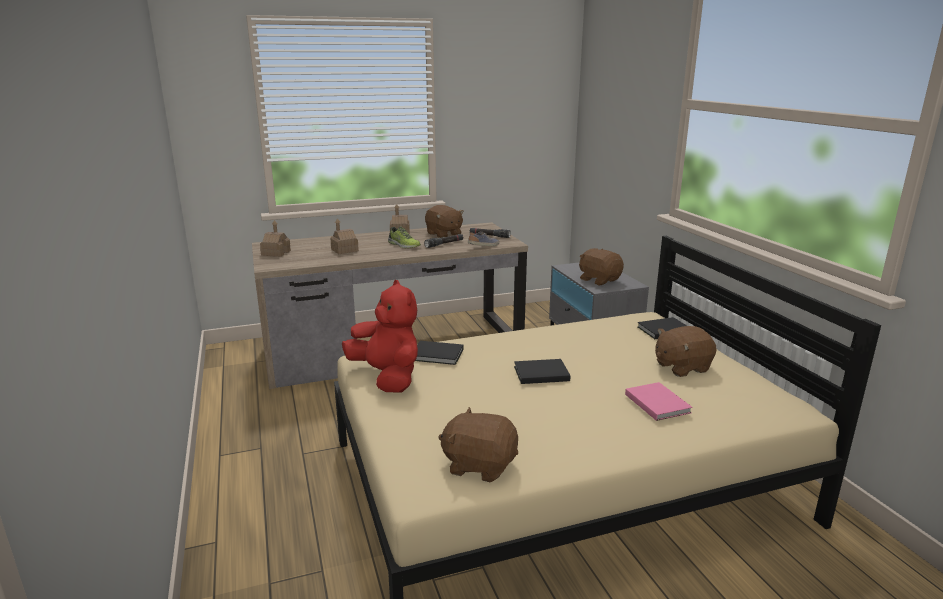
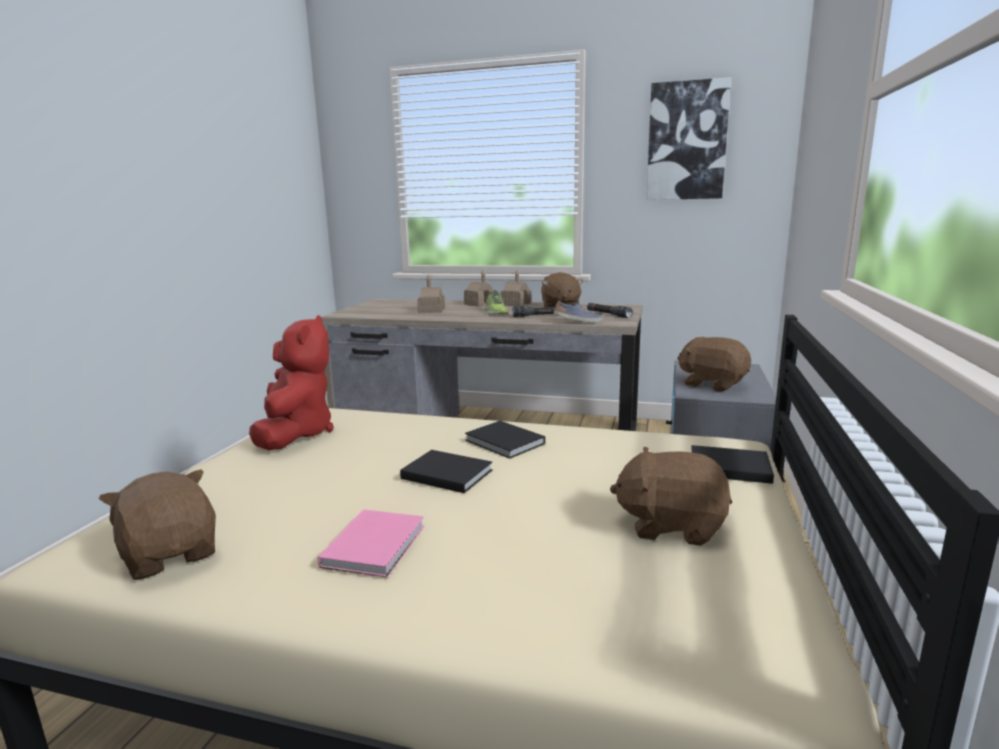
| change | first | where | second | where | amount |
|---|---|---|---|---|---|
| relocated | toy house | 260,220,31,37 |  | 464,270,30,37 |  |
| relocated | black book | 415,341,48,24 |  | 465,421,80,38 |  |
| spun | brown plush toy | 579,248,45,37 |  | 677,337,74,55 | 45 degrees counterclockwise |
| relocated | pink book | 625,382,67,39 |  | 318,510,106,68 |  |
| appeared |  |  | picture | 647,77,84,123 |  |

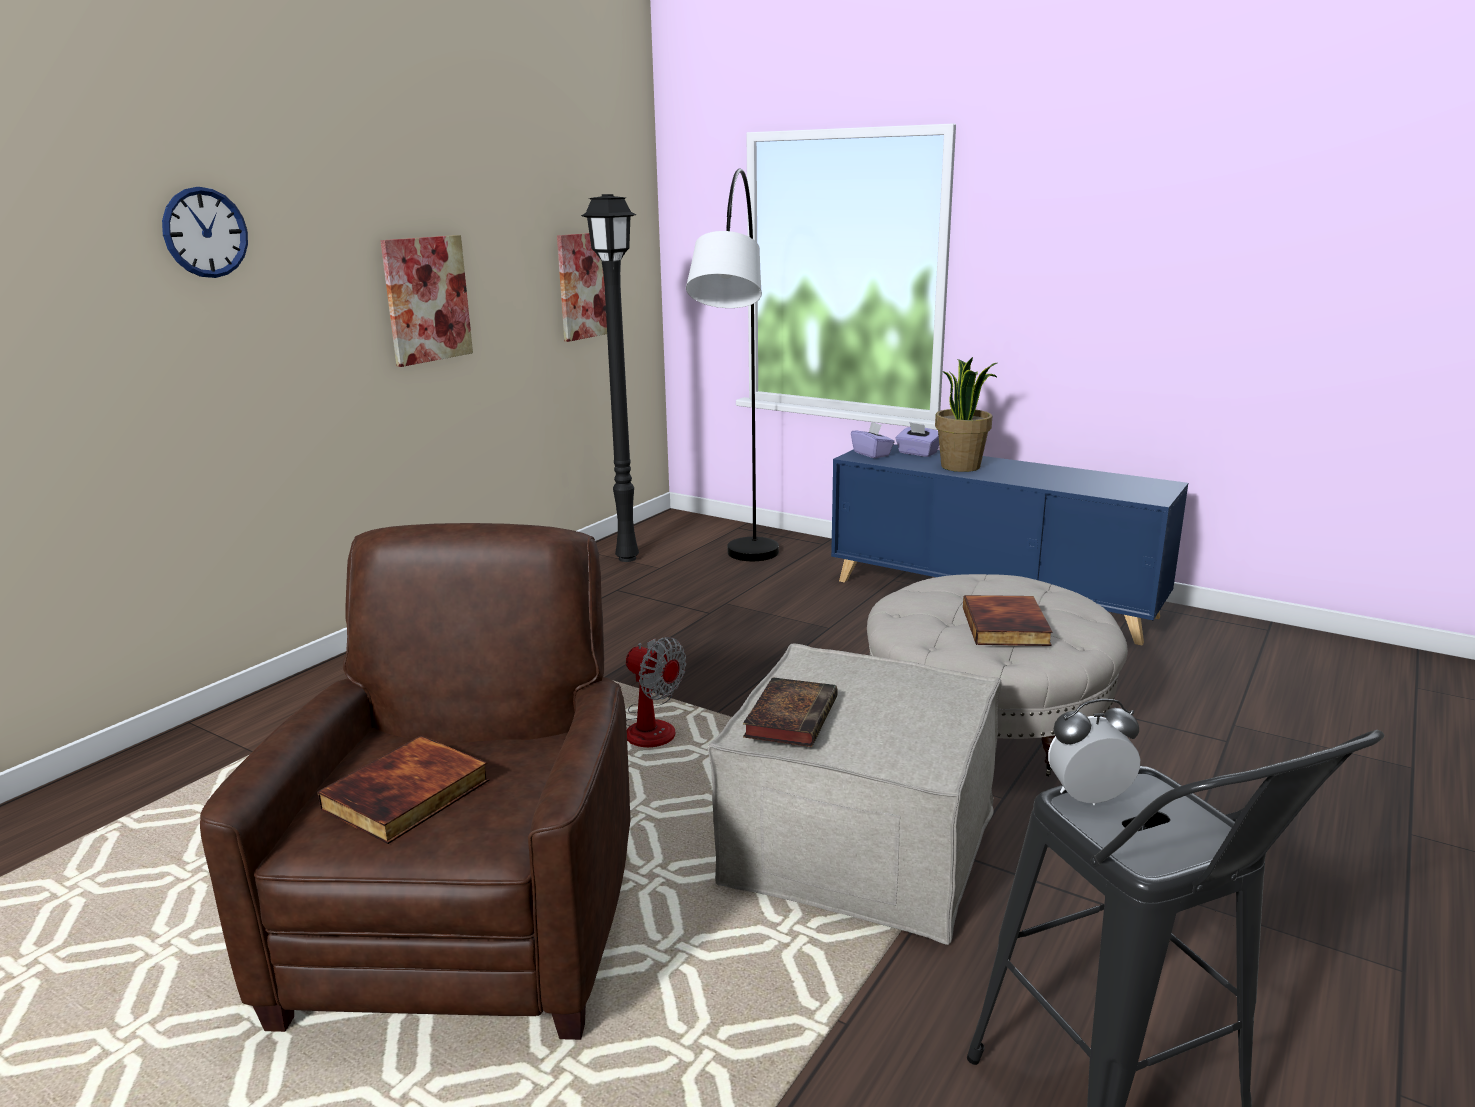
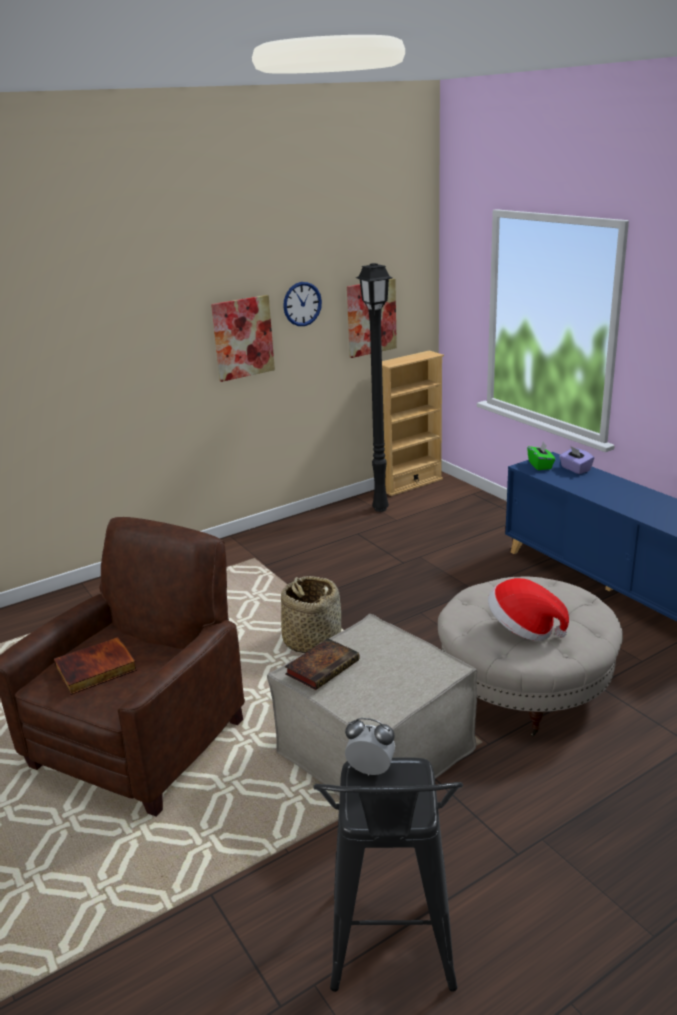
| change | first | where | second | where | amount |
|---|---|---|---|---|---|
| relocated | wall clock | 162,187,86,91 |  | 283,282,39,44 |  |
| exchanged | fan | 626,637,60,110 | basket | 281,576,60,77 |  |
| missing | grey floor lamp | 686,169,93,392 |  |  |  |
| colour | purple tissue box | 851,422,44,36 | green tissue box | 527,442,28,28 |  |
| missing | potted plant | 935,357,62,115 |  |  |  |
| exchanged | book | 963,595,90,51 | hat | 488,578,81,63 |  |
| appeared |  |  | beige bookcase | 382,351,62,145 |  |

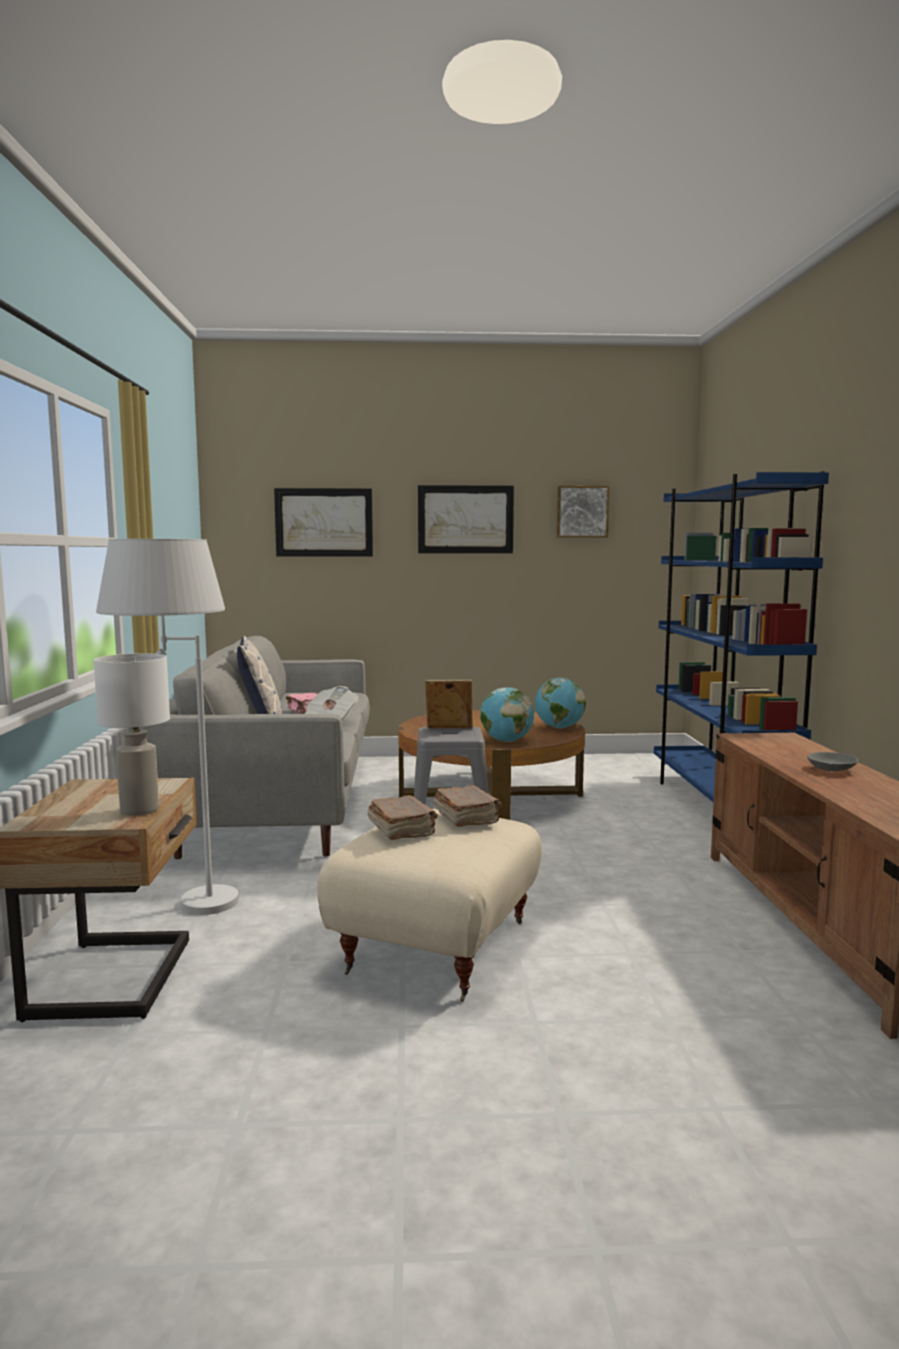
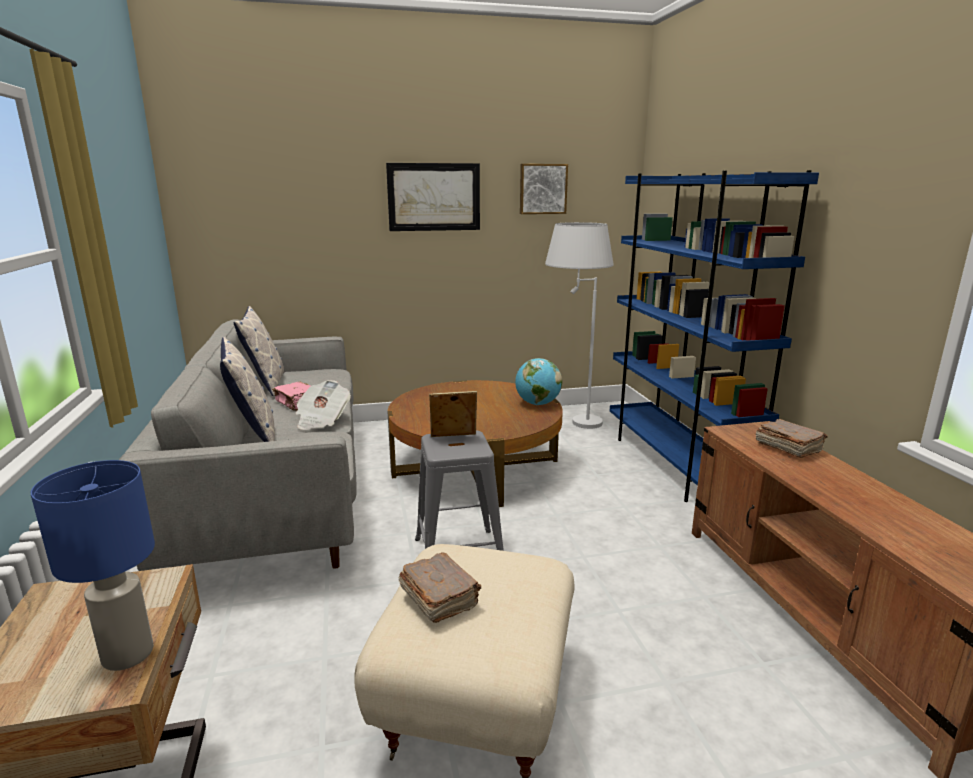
| change | first | where | second | where | amount |
|---|---|---|---|---|---|
| colour | white table lamp | 94,653,76,162 | blue table lamp | 31,460,124,211 |  |
| relocated | white floor lamp | 96,539,143,376 |  | 545,222,69,207 |  |
| missing | picture | 274,488,99,69 |  |  |  |
| relocated | brown book | 433,785,69,42 |  | 756,419,72,39 |  |
| missing | globe | 480,687,54,55 |  |  |  |
| missing | grey bowl | 807,752,51,19 |  |  |  |
| appeared |  |  | pillow | 234,306,51,90 |  |

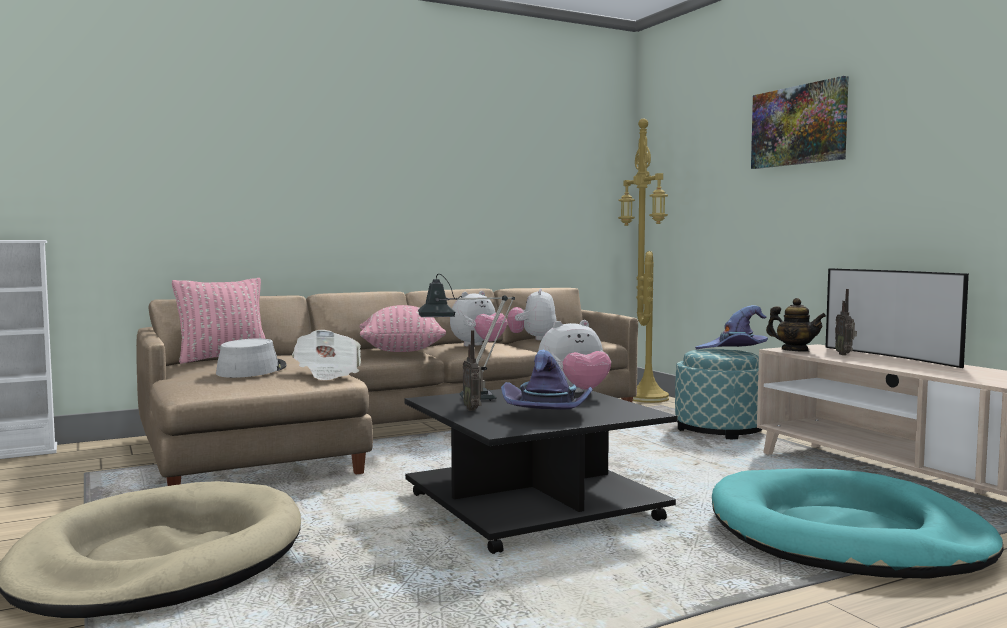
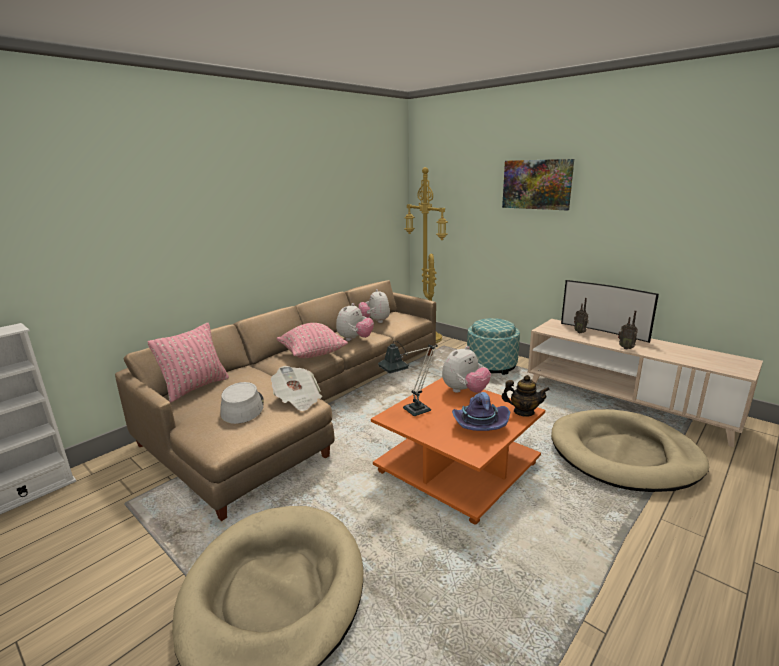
| change | first | where | second | where | amount |
|---|---|---|---|---|---|
| colour | black coffee table | 405,387,272,167 | orange coffee table | 371,378,174,147 |  |
| relocated | radio | 463,330,22,81 |  | 618,310,20,40 |  |
| missing | purple hat | 695,305,73,44 |  |  |  |
| colour | turquoise dog bed | 712,469,292,110 | beige dog bed | 551,409,158,83 |  |
| relocated | teapot | 766,298,60,54 |  | 502,375,48,42 |  |

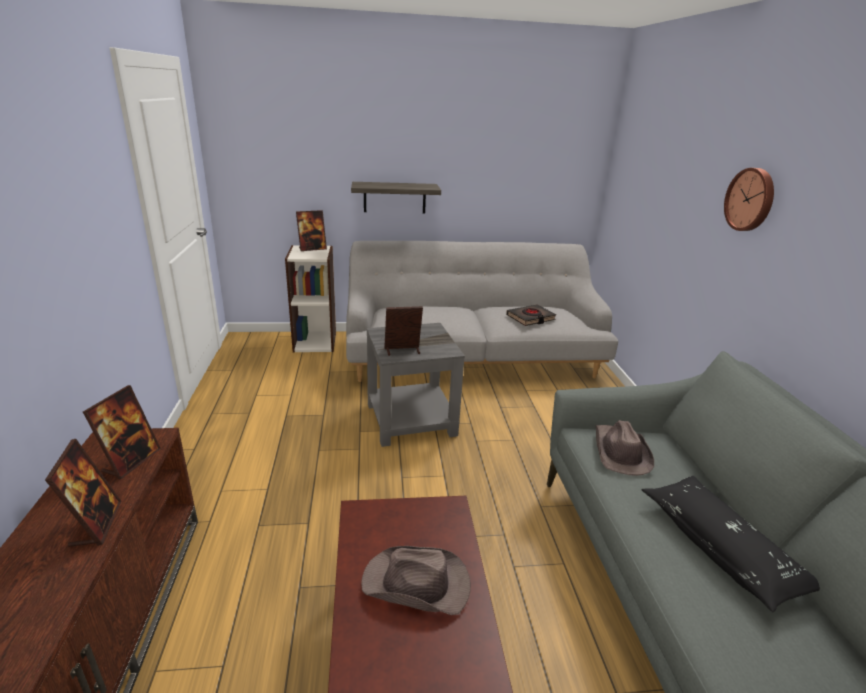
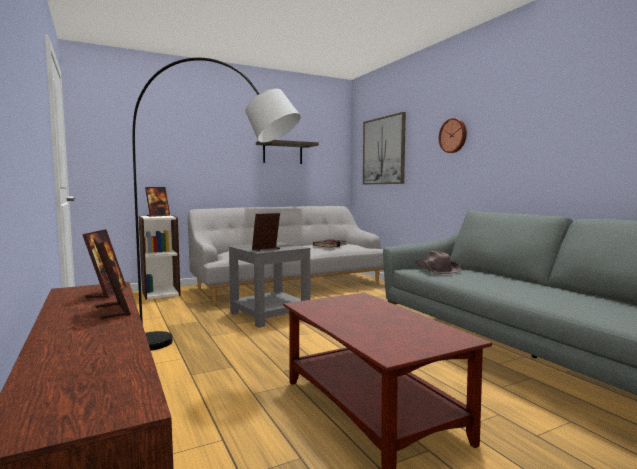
| change | first | where | second | where | amount |
|---|---|---|---|---|---|
| relocated | shelf | 351,182,90,32 |  | 256,140,63,24 |  |
| missing | brown hat | 361,546,110,69 |  |  |  |
| missing | black pillow | 641,476,179,136 |  |  |  |
| appeared |  |  | grey floor lamp | 133,58,168,292 |  |
| appeared |  |  | picture | 363,112,43,72 |  |

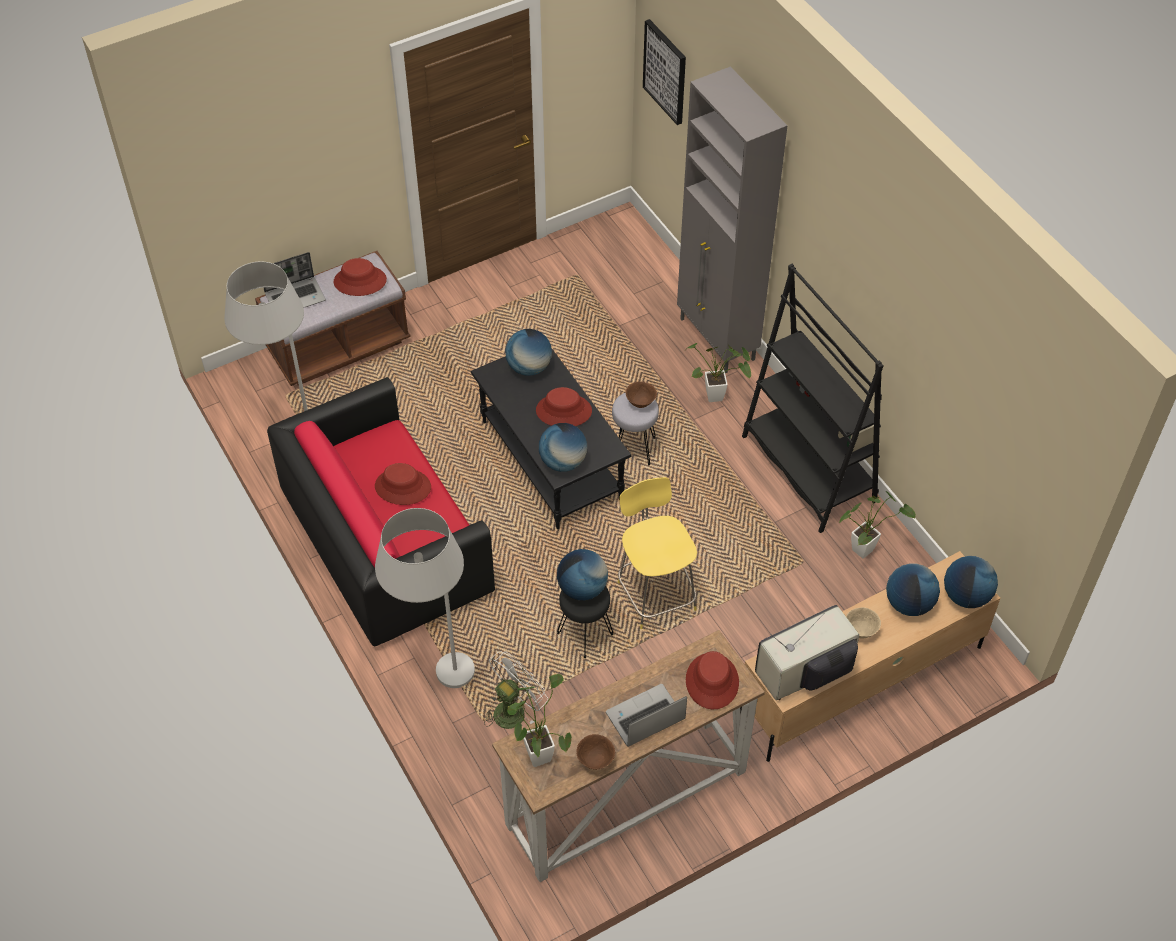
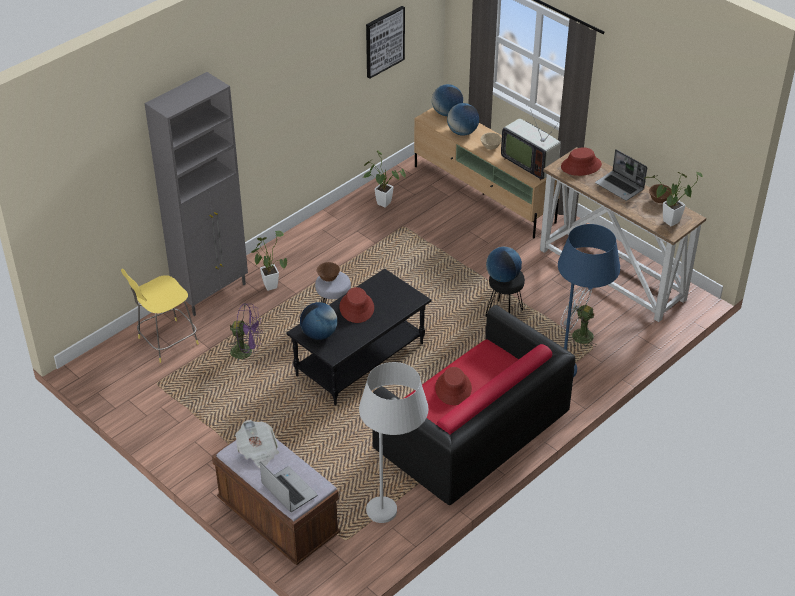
| change | first | where | second | where | amount |
|---|---|---|---|---|---|
| exchanged | red hat | 334,258,53,38 | newspaper | 235,420,44,48 |  |
| colour | white floor lamp | 375,508,100,180 | blue floor lamp | 558,224,62,153 |  |
| missing | globe | 539,423,48,49 |  |  |  |
| relocated | yellow stool | 617,477,80,152 |  | 121,269,78,94 |  |
| relocated | picture | 643,19,43,106 |  | 366,6,39,72 |  |
| missing | black bookcase | 742,264,141,269 |  |  |  |
| appeared |  |  | purple fan | 229,303,32,57 |  |

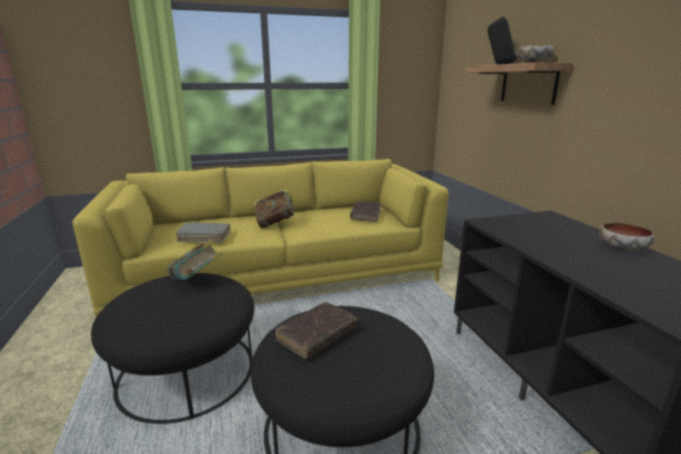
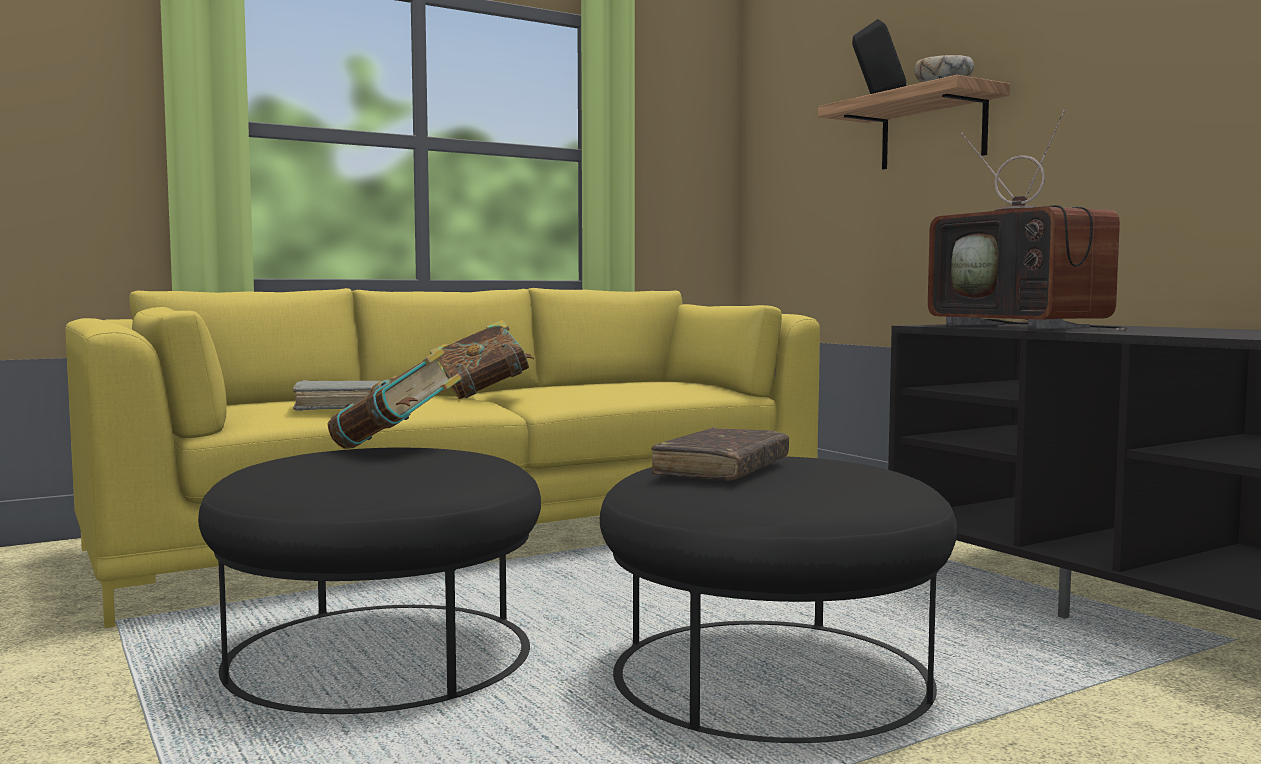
| change | first | where | second | where | amount |
|---|---|---|---|---|---|
| missing | brown book | 350,202,31,20 |  |  |  |
| missing | bowl | 599,223,55,28 |  |  |  |
| appeared |  |  | television | 928,110,199,221 |  |

